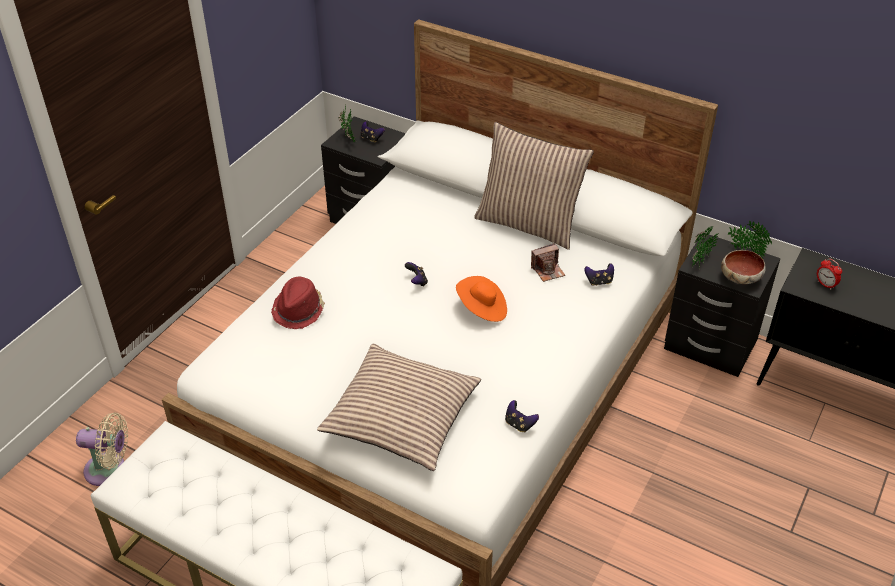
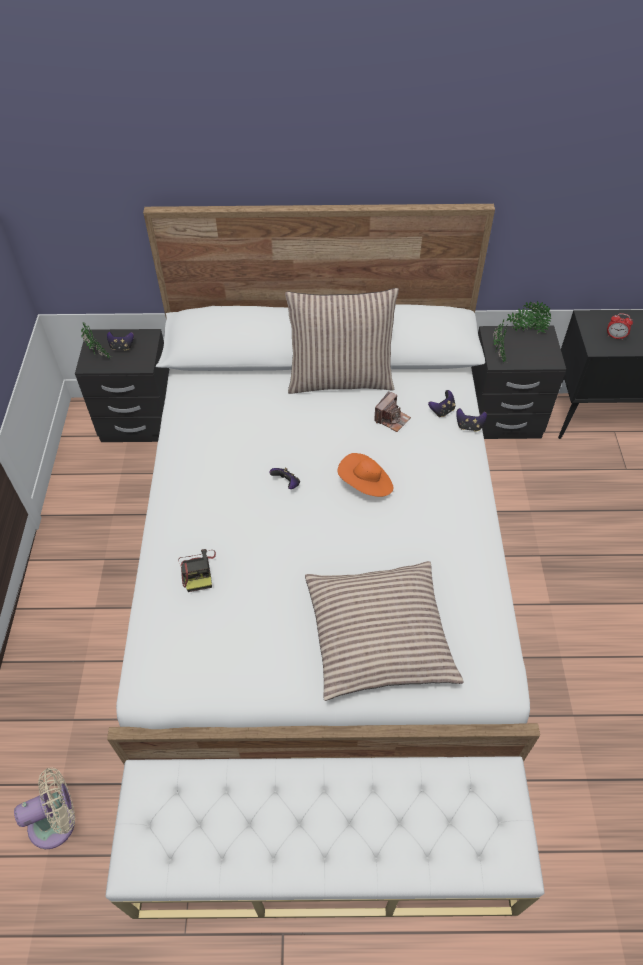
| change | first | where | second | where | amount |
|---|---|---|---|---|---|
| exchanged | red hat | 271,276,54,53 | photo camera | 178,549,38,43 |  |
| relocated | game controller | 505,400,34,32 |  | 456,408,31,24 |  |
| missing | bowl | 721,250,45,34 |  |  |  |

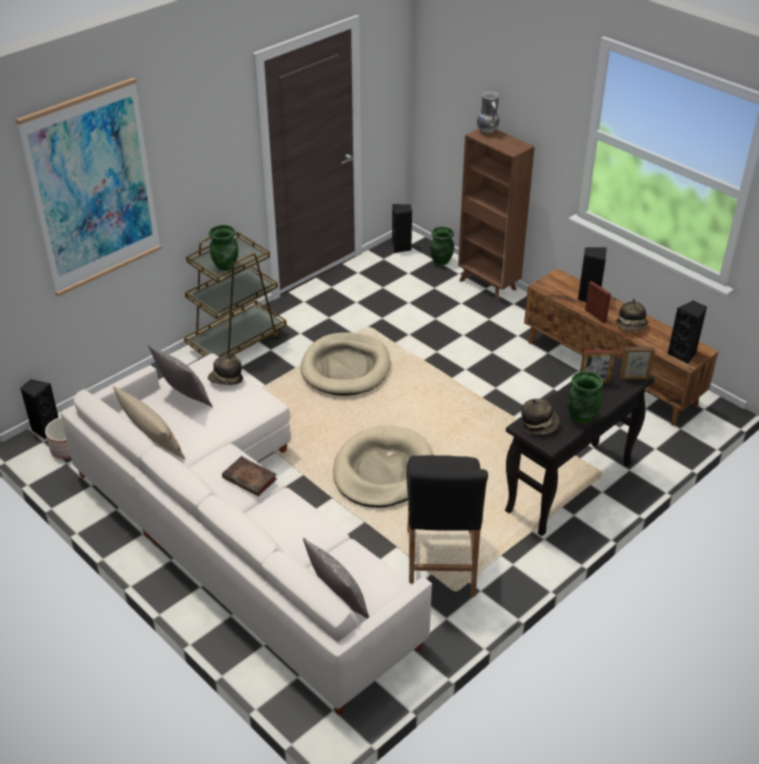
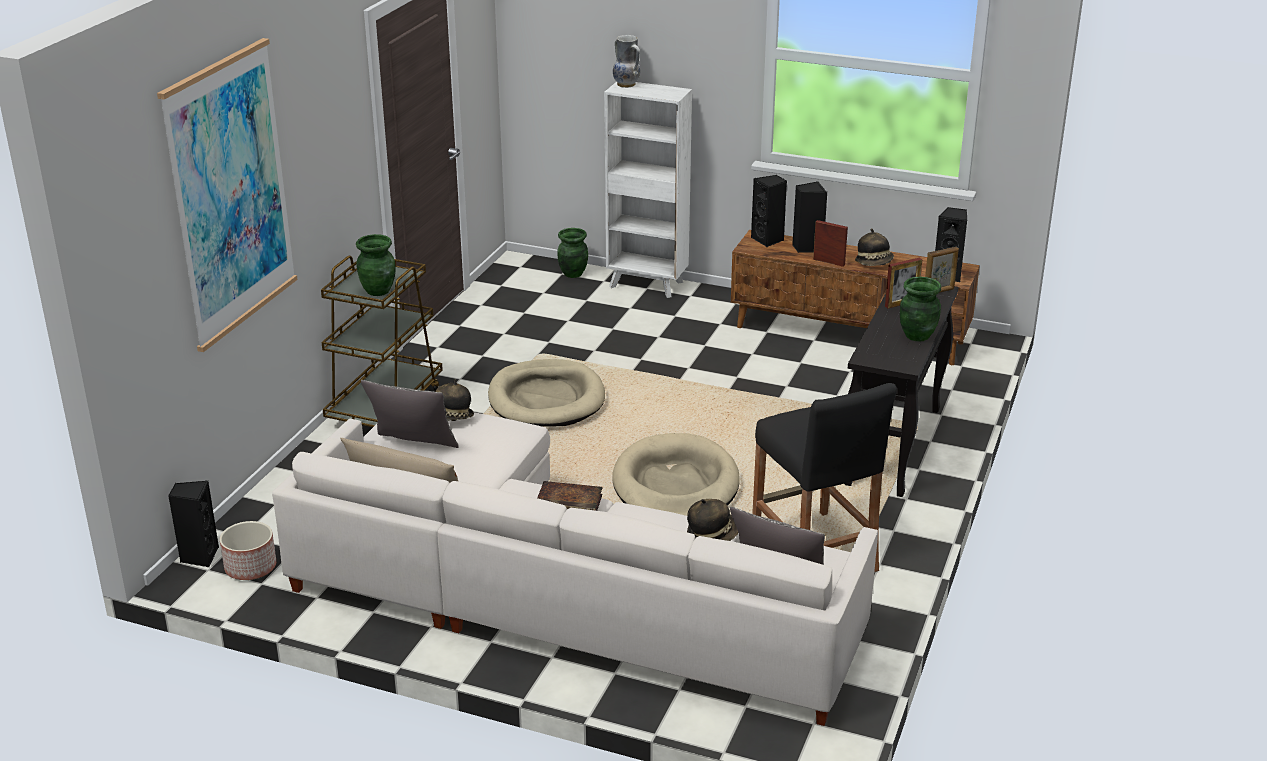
| change | first | where | second | where | amount |
|---|---|---|---|---|---|
| relocated | black speaker | 392,204,20,49 |  | 751,175,36,72 |  |
| colour | brown bookcase | 458,128,77,173 | white bookcase | 604,82,88,216 |  |
| relocated | hat | 520,399,40,36 |  | 687,499,51,42 |  |

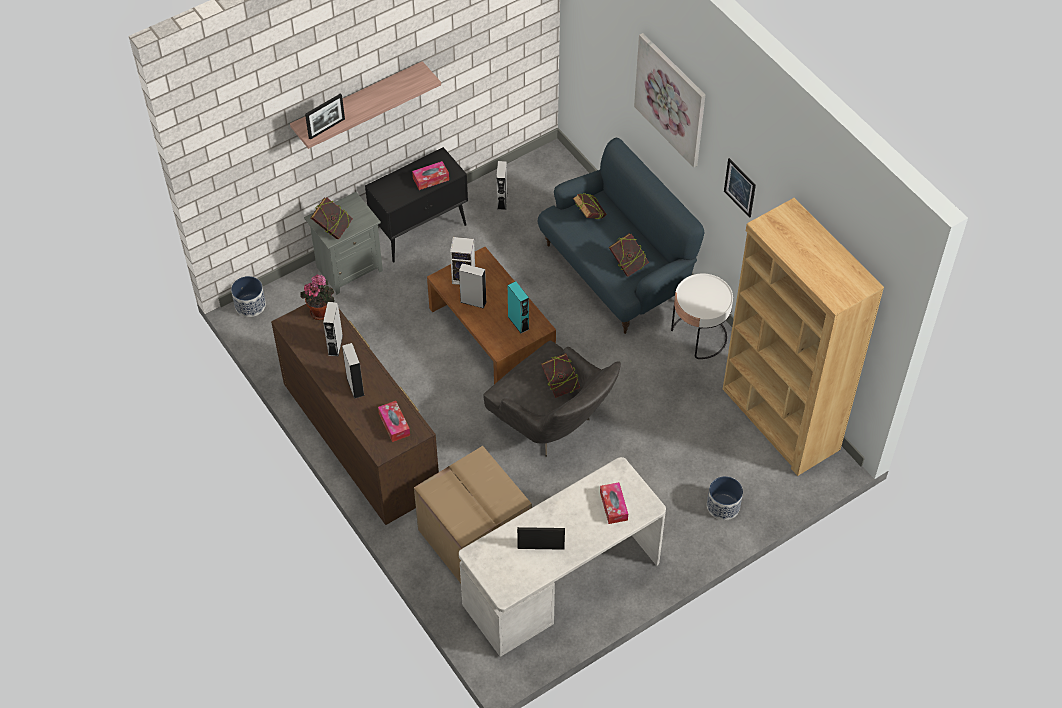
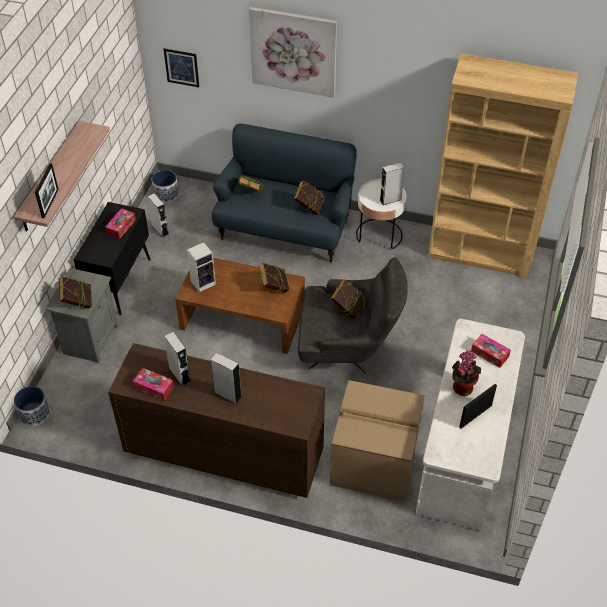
| change | first | where | second | where | amount |
|---|---|---|---|---|---|
| relocated | potted plant | 300,274,34,46 |  | 452,350,29,46 |  |
| relocated | tissue box | 378,401,32,41 |  | 133,368,41,33 |  |
| relocated | grey speaker | 459,263,28,46 |  | 380,162,25,43 |  |
| exchanged | turquoise speaker | 508,281,21,53 | book | 259,263,30,30 |  |
| relocated | planter | 707,476,36,44 |  | 152,170,27,33 |  |
| relocated | picture | 724,158,32,60 |  | 164,48,35,39 |  |

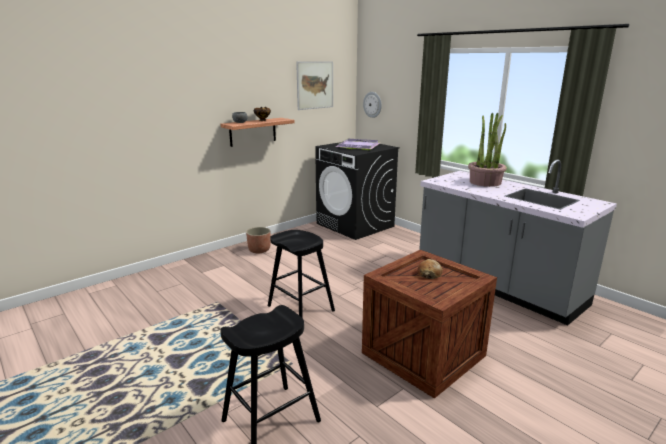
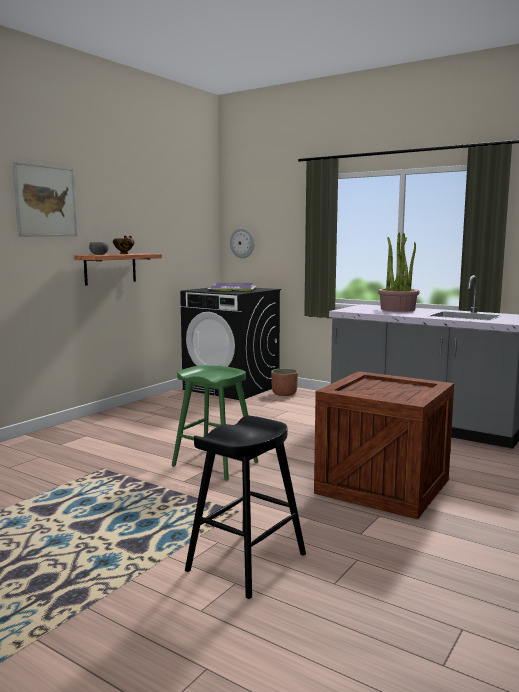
| change | first | where | second | where | amount |
|---|---|---|---|---|---|
| relocated | planter | 246,227,25,26 |  | 271,368,27,28 |  |
| colour | black stool | 268,230,67,89 | green stool | 172,365,86,115 |  |
| relocated | picture | 296,61,37,49 |  | 12,162,66,75 |  |
| missing | bread | 417,259,26,20 |  |  |  |

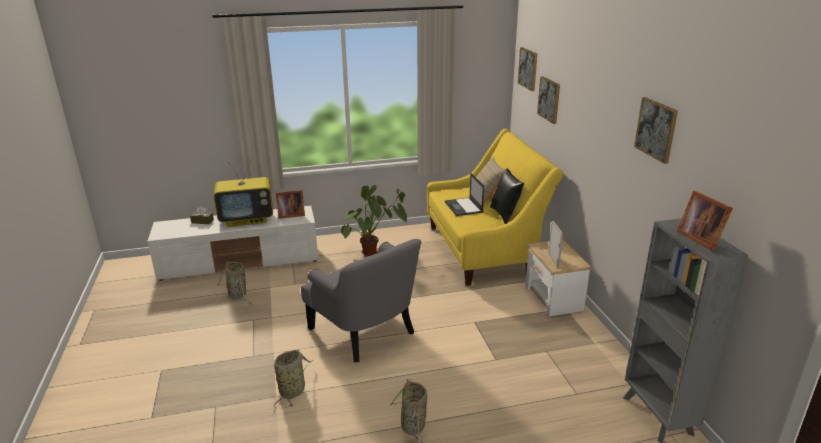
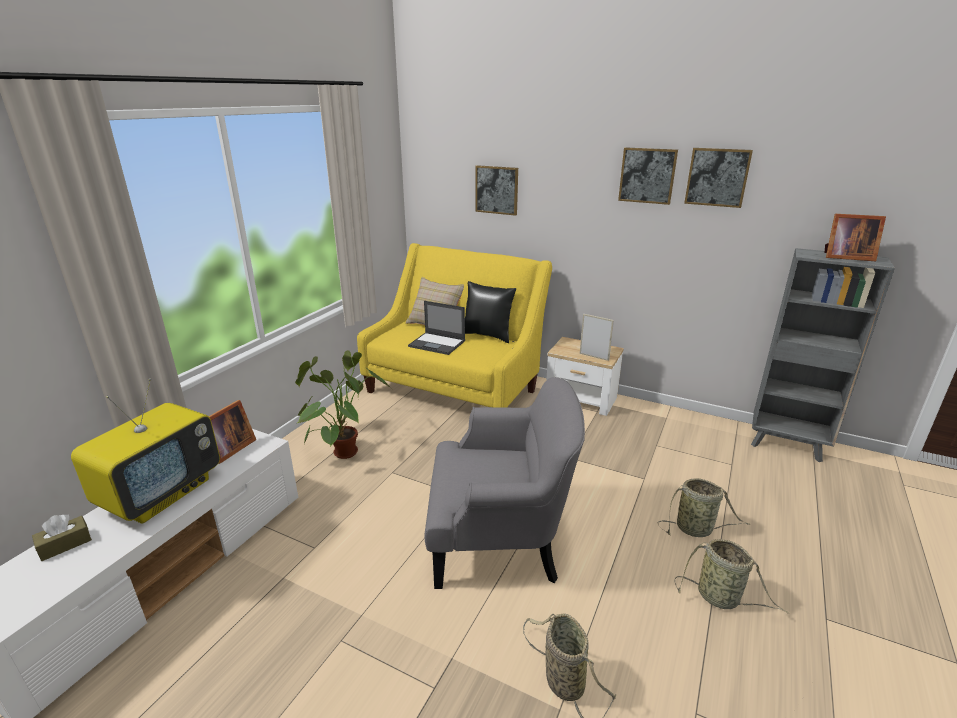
| change | first | where | second | where | amount |
|---|---|---|---|---|---|
| relocated | basket | 217,261,36,44 |  | 658,478,93,59 |  |
| relocated | picture | 518,47,19,44 |  | 618,147,60,58 |  |

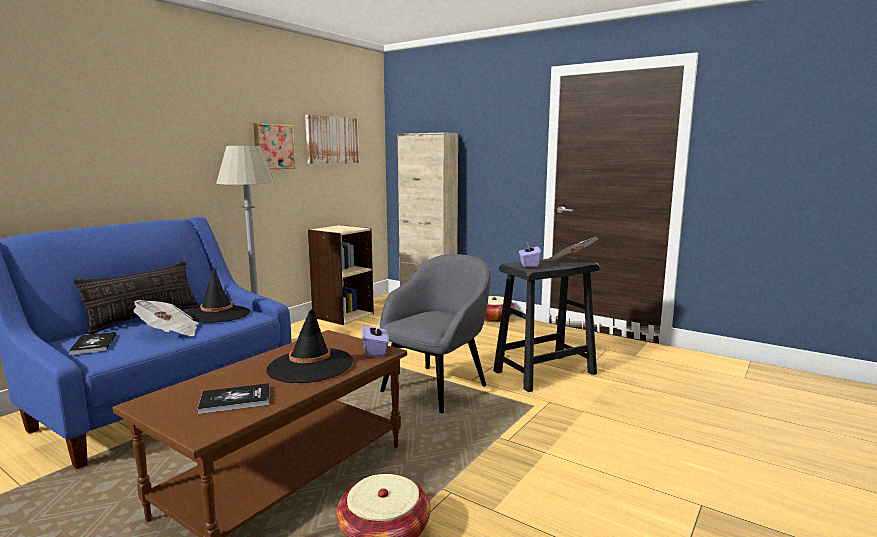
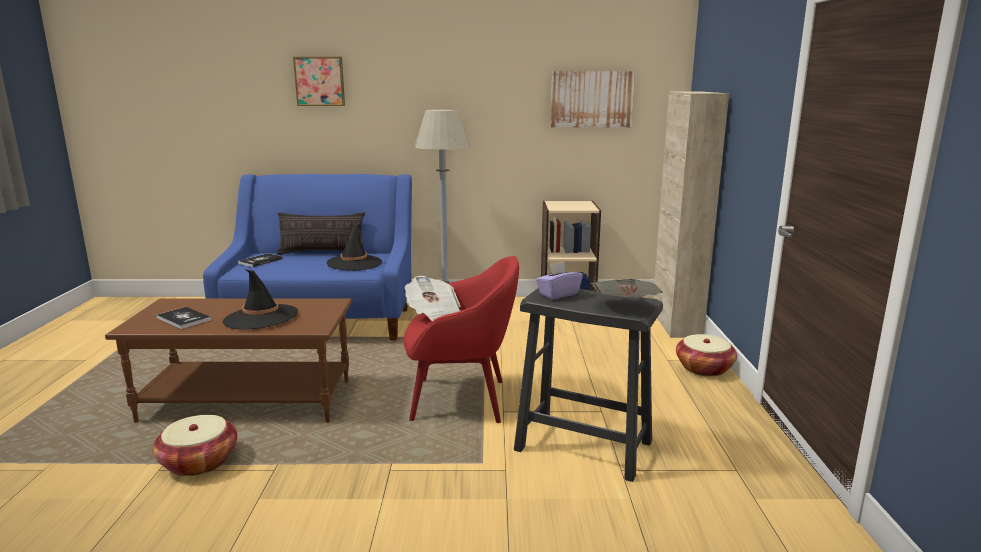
| change | first | where | second | where | amount |
|---|---|---|---|---|---|
| relocated | newspaper | 133,300,65,36 |  | 405,276,56,45 |  |
| relocated | picture | 253,123,43,46 |  | 293,57,52,49 |  |
| missing | purple tissue box | 362,321,27,36 |  |  |  |
| colour | grey armchair | 380,254,111,159 | red armchair | 403,256,116,167 |  |

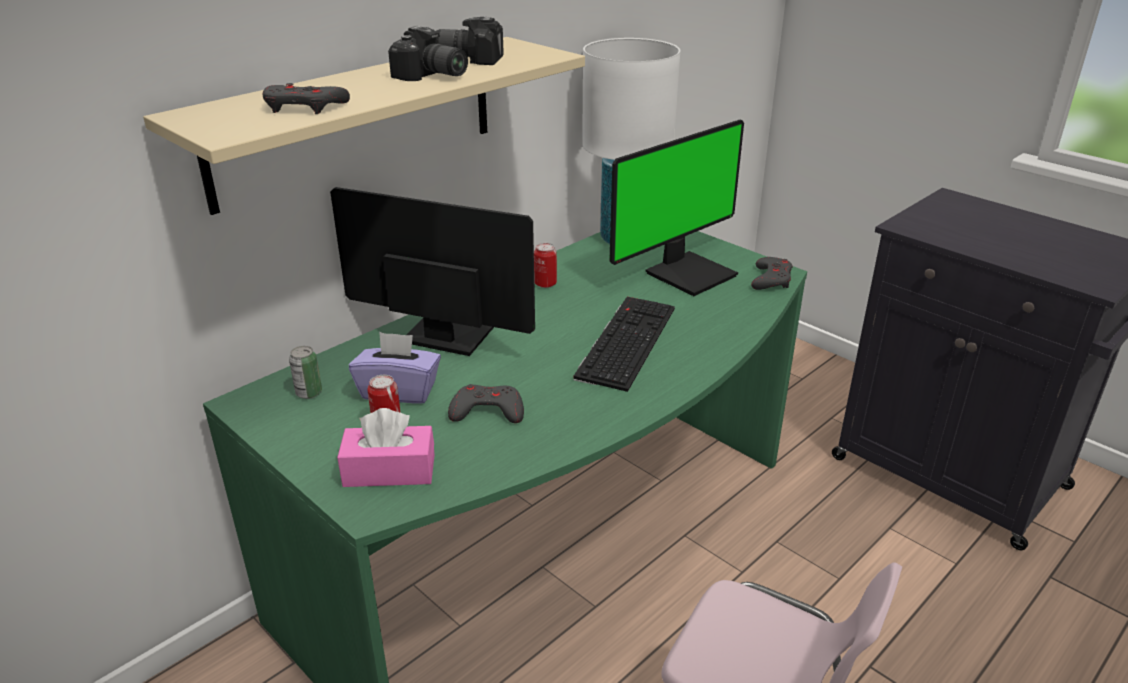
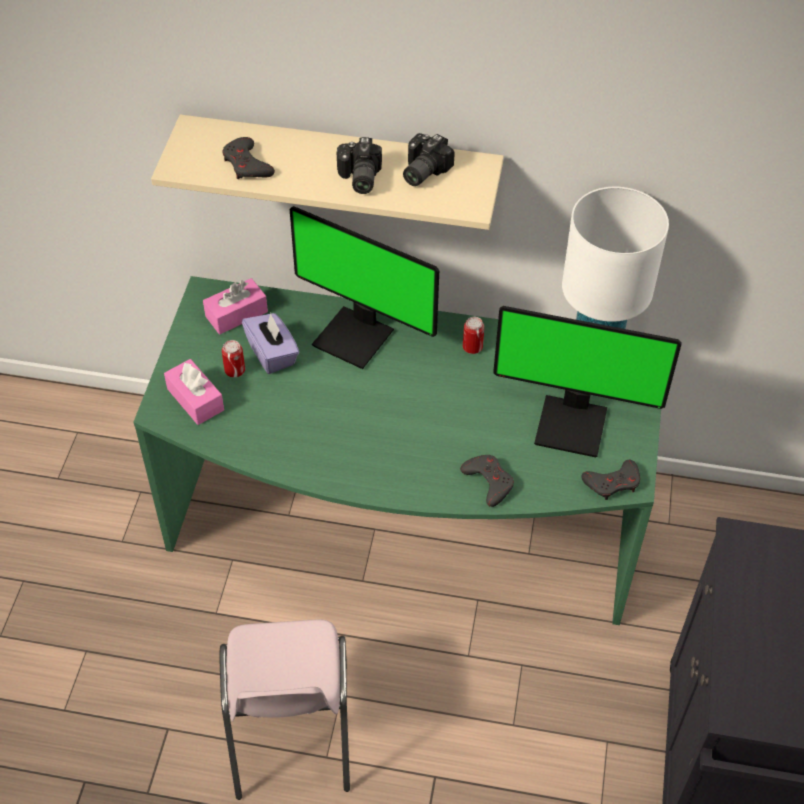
| change | first | where | second | where | amount |
|---|---|---|---|---|---|
| exchanged | can | 289,346,33,53 | pink tissue box | 203,278,65,56 |  |
| spun | monitor | 330,187,205,169 |  | 290,206,149,163 | 135 degrees clockwise |
| spun | photo camera | 436,17,68,48 |  | 403,133,52,53 | 120 degrees counterclockwise |
| relocated | grey game controller | 448,384,76,39 |  | 460,455,54,52 |  |
| missing | keyboard | 573,297,102,95 |  |  |  |

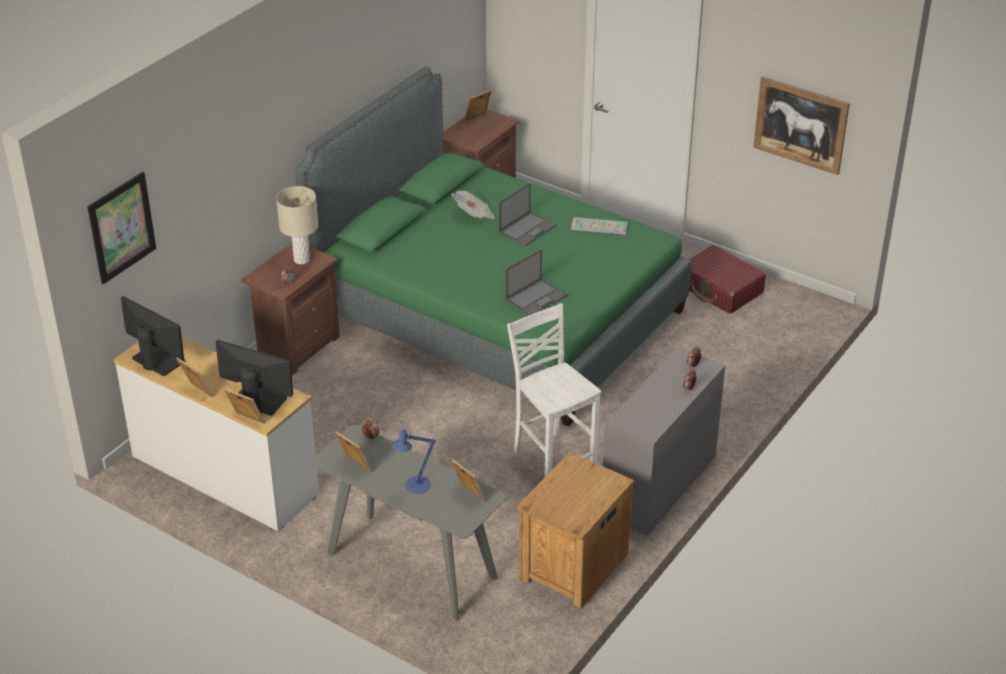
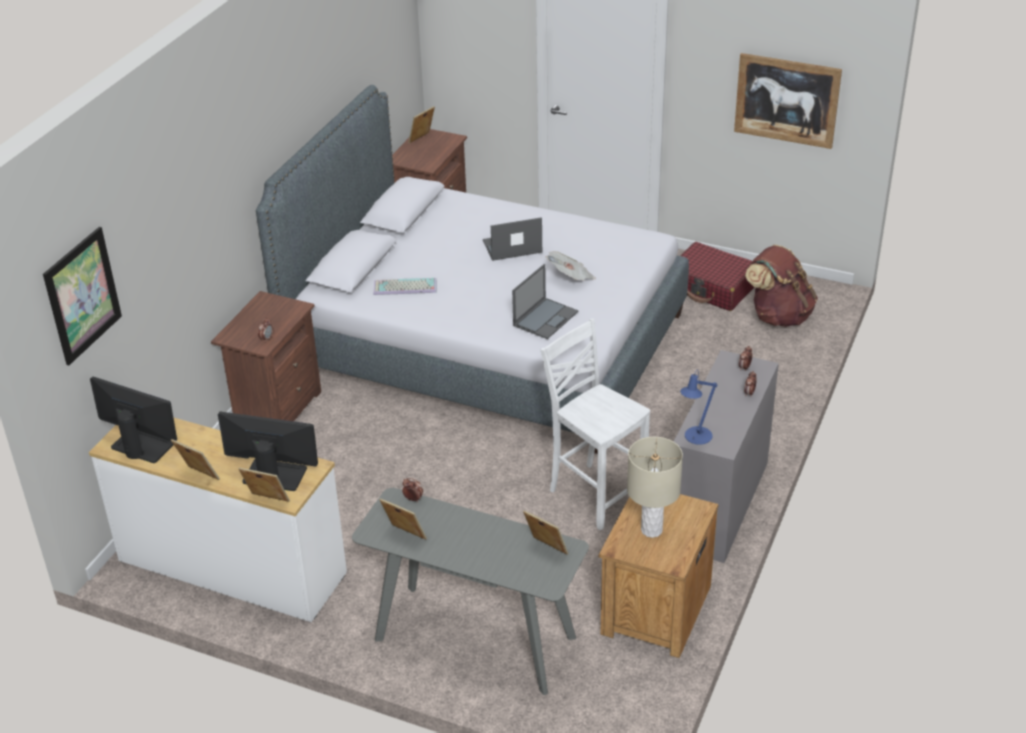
| change | first | where | second | where | amount |
|---|---|---|---|---|---|
| relocated | beige table lamp | 276,186,42,78 |  | 627,437,56,101 |  |
| colour | green bed | 295,67,397,360 | grey bed | 256,85,433,369 |  |
| relocated | blue table lamp | 392,427,44,67 |  | 680,369,37,76 |  |
| relocated | newspaper | 452,190,43,29 |  | 545,251,51,30 |  |
| spun | laptop | 499,183,57,63 |  | 483,217,60,44 | 135 degrees counterclockwise |
| relocated | keyboard | 571,217,57,18 |  | 373,278,64,17 |  |
| appeared |  |  | brown backpack | 745,245,73,82 |  |

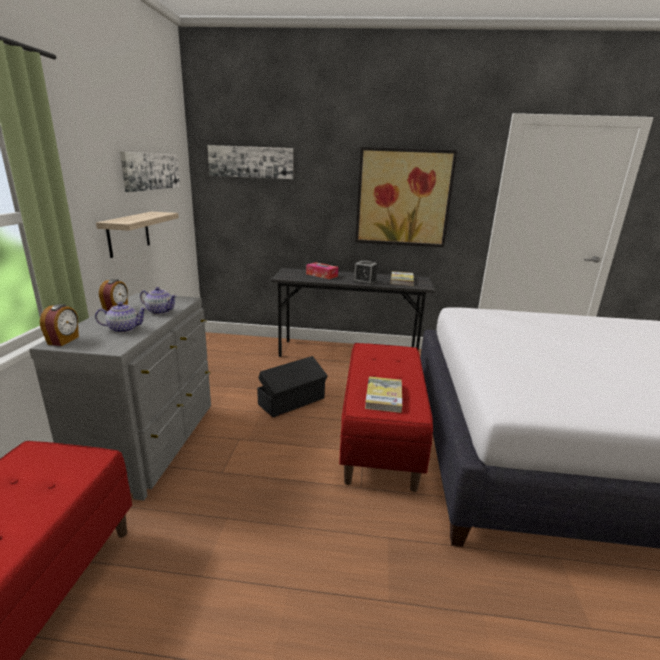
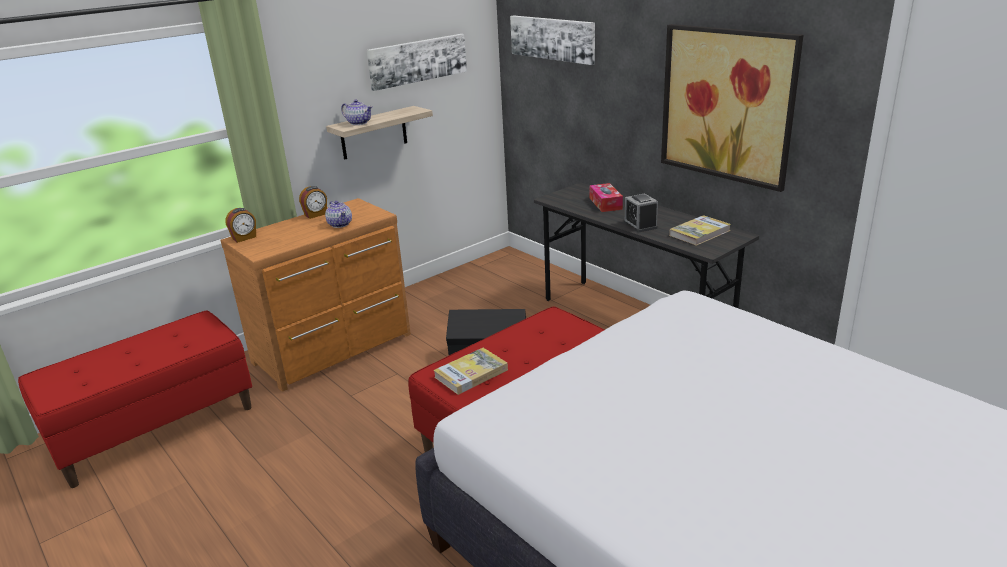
| change | first | where | second | where | amount |
|---|---|---|---|---|---|
| colour | grey dresser | 29,293,182,207 | brown dresser | 221,198,190,194 |  |
| relocated | teapot | 95,302,53,31 |  | 341,99,32,26 |  |

